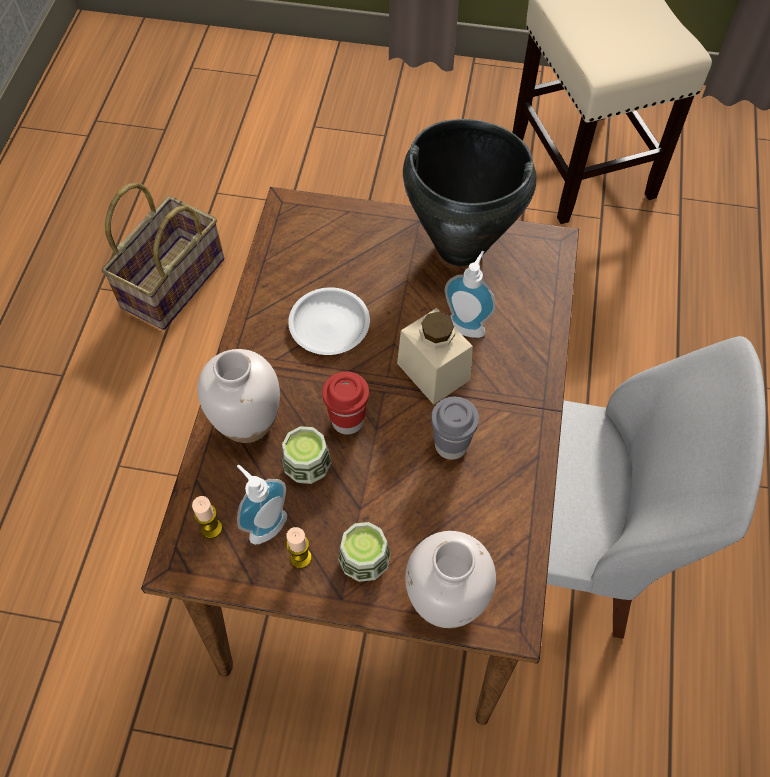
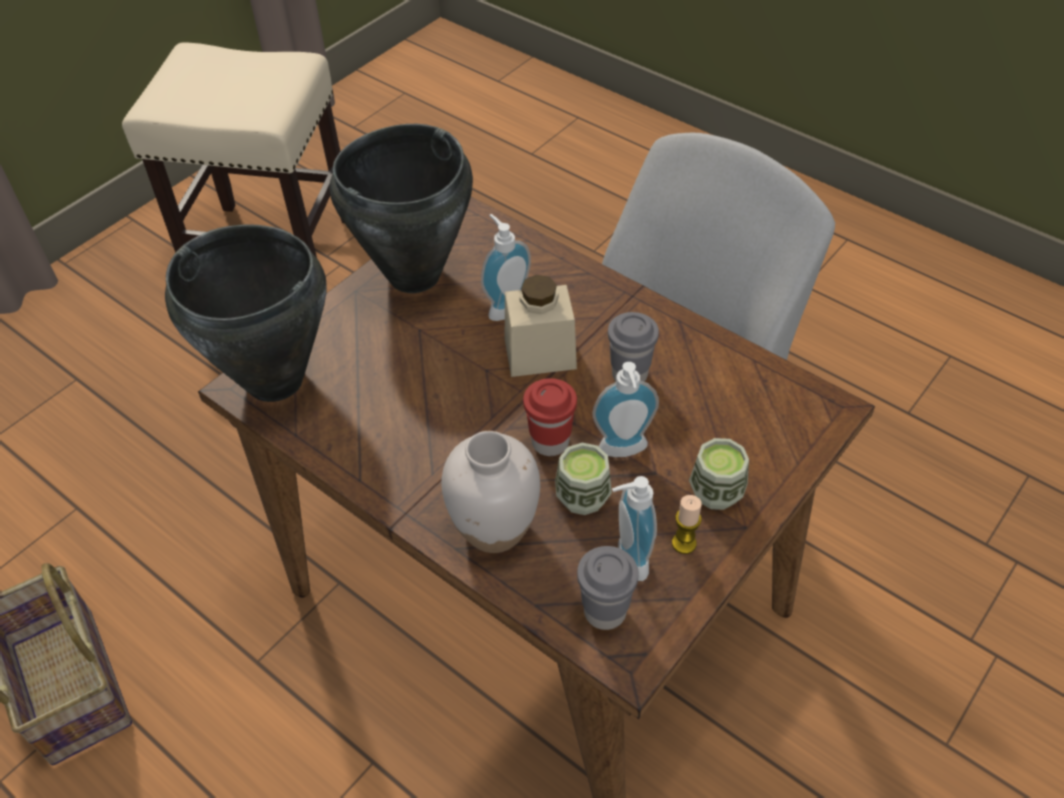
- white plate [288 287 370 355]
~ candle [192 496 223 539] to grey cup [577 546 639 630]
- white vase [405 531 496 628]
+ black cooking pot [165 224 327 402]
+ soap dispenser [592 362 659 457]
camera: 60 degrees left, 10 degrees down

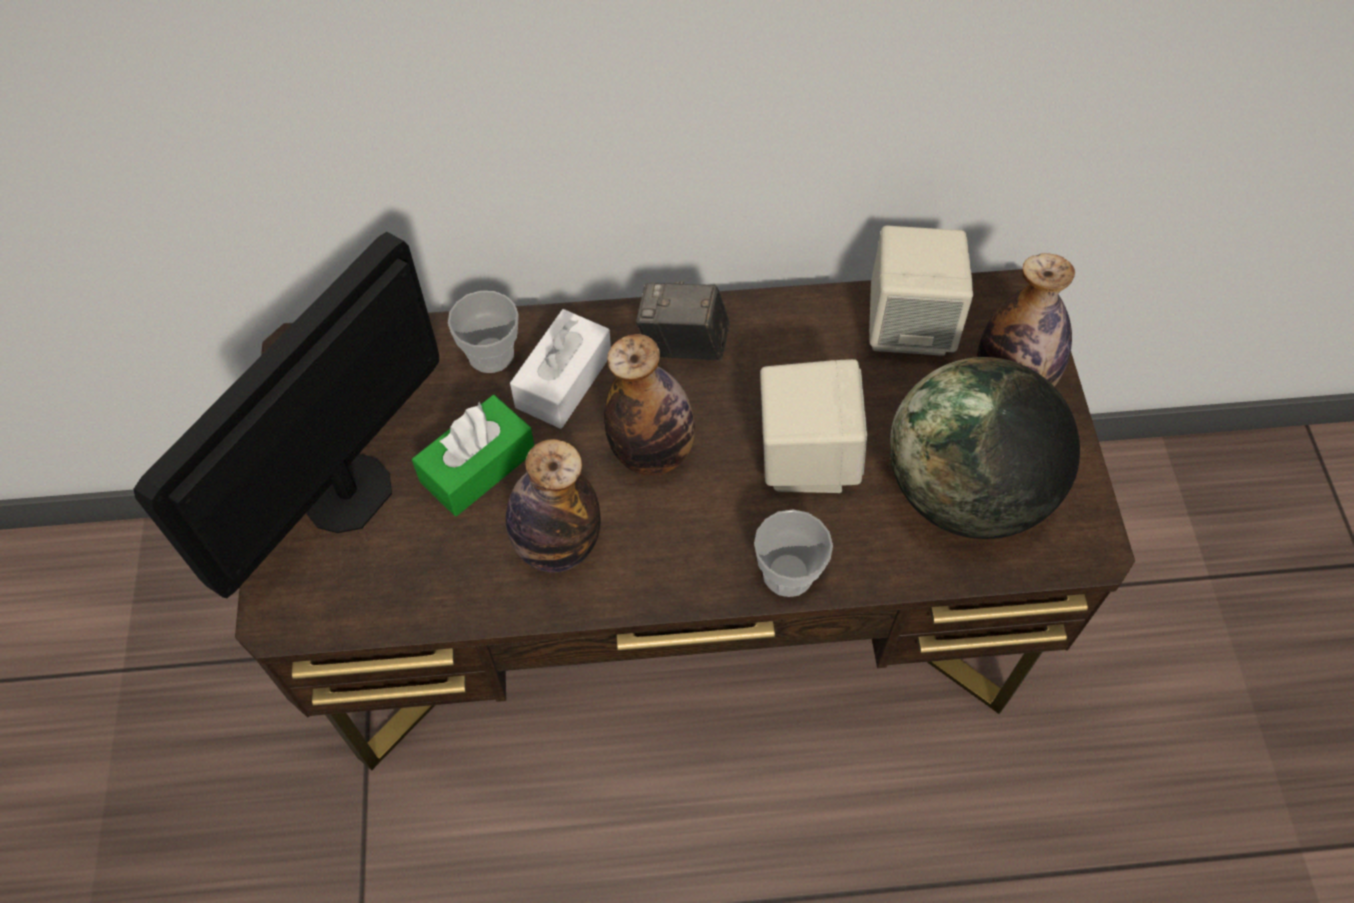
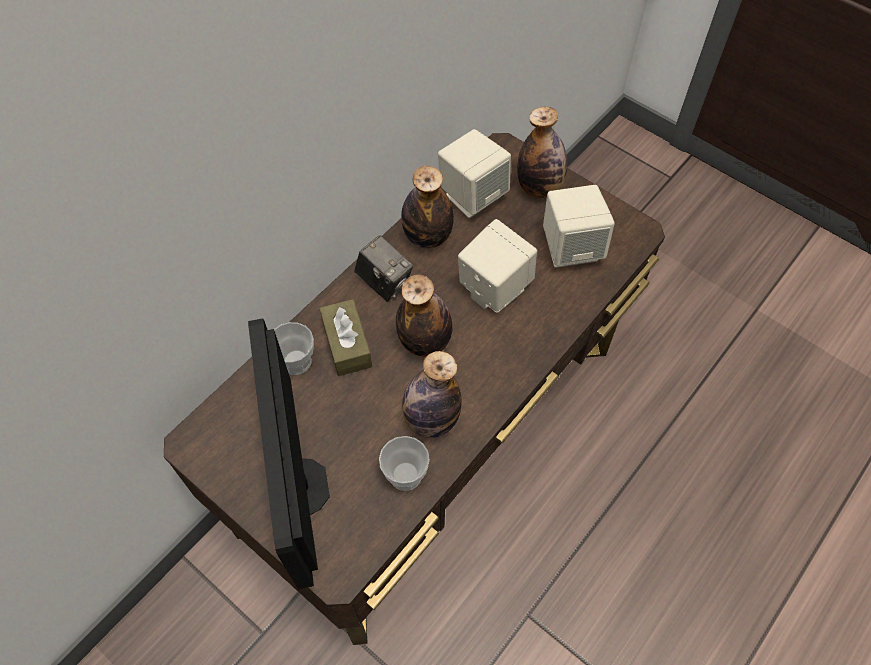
~ photo camera [636 280 730 361] = [354 235 413 302] 105 degrees counterclockwise
~ white tissue box [510 309 611 429] to brown tissue box [319 299 372 376]
~ globe [890 357 1080 539] to beige speaker [543 185 615 268]
- green tissue box [412 395 534 516]
~ cup [754 510 833 597] to [379 436 430 491]
+ bottle [401 166 454 249]
camera: 45 degrees left, 0 degrees up

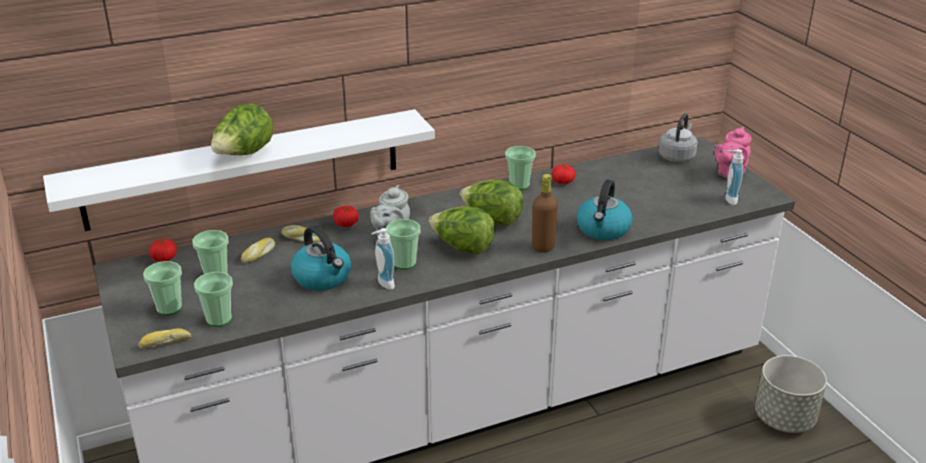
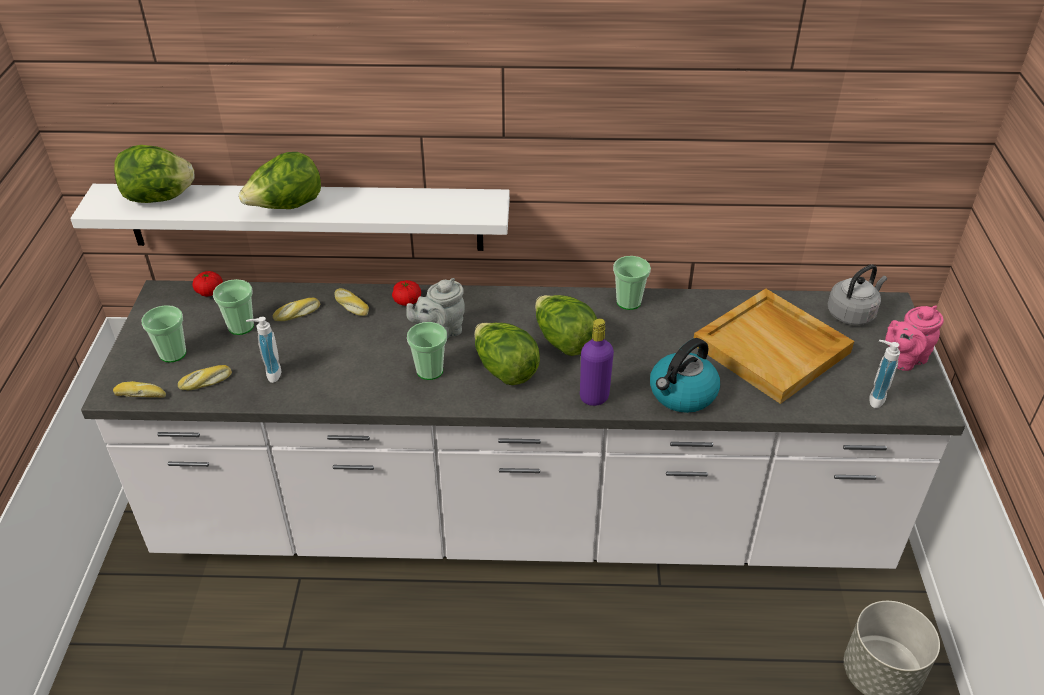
- tomato [552 164 575 184]
~ brown bottle [532 174 558 253] to purple bottle [580 318 614 406]
- kettle [291 225 351 290]
~ soap dispenser [371 228 395 289] to [246 317 282 383]
~ cup [194 272 233 327] to bread [178 365 232 390]
+ lettuce [114 145 195 203]
+ beige tray [694 288 854 404]
camera: 25 degrees right, 10 degrees up

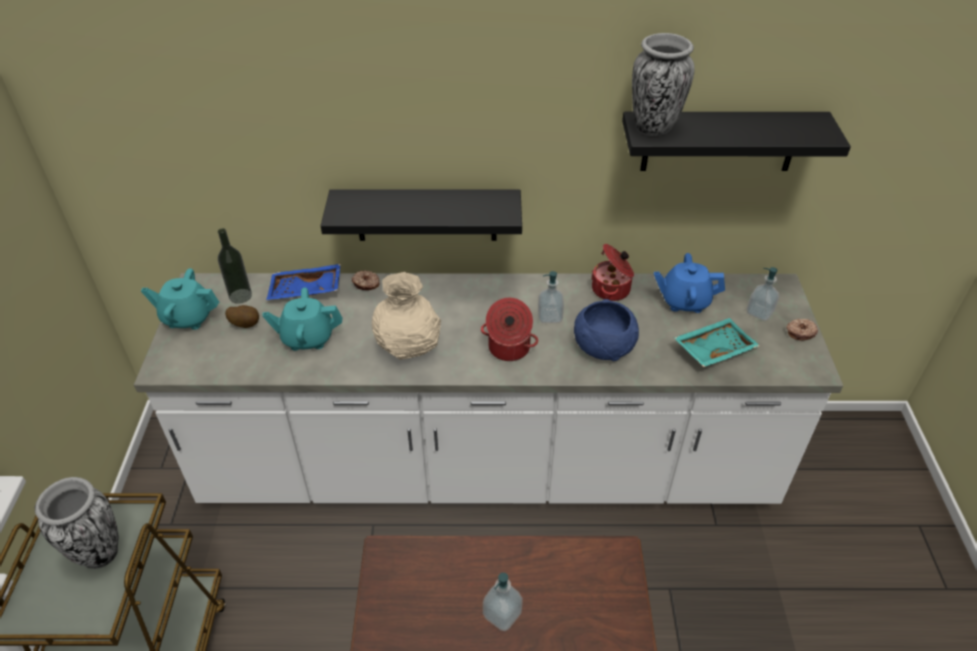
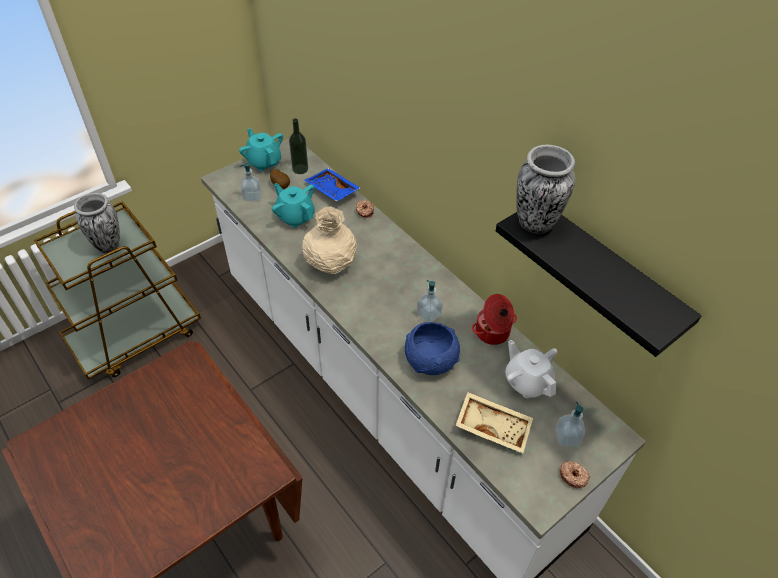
- black shelf [321 189 522 241]
~ blue teapot [654 253 725 313] to white teapot [505 340 557 398]
- cooking pot [481 298 538 361]
~ turquoise tray [674 318 760 367] to beige tray [455 392 533 454]
~ soap dispenser [483 573 523 631] to [240 163 261 201]
camera: 50 degrees right, 5 degrees up

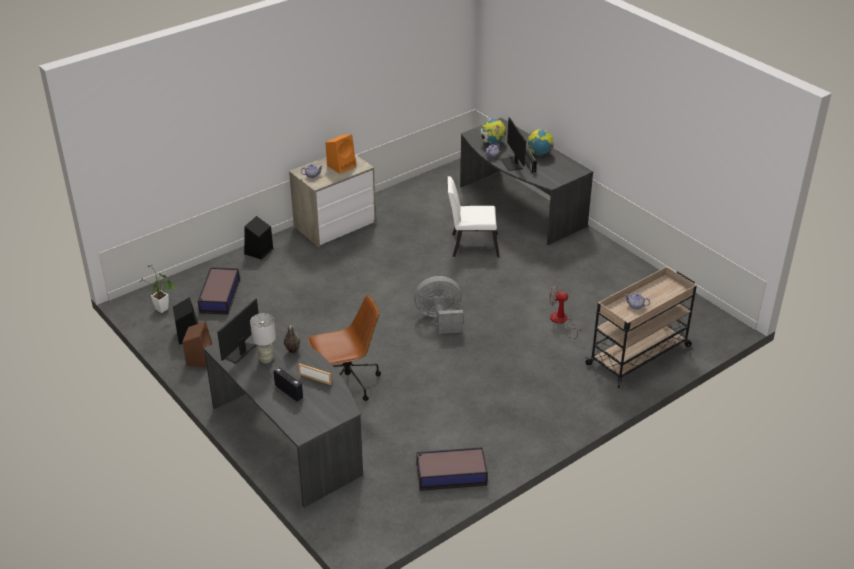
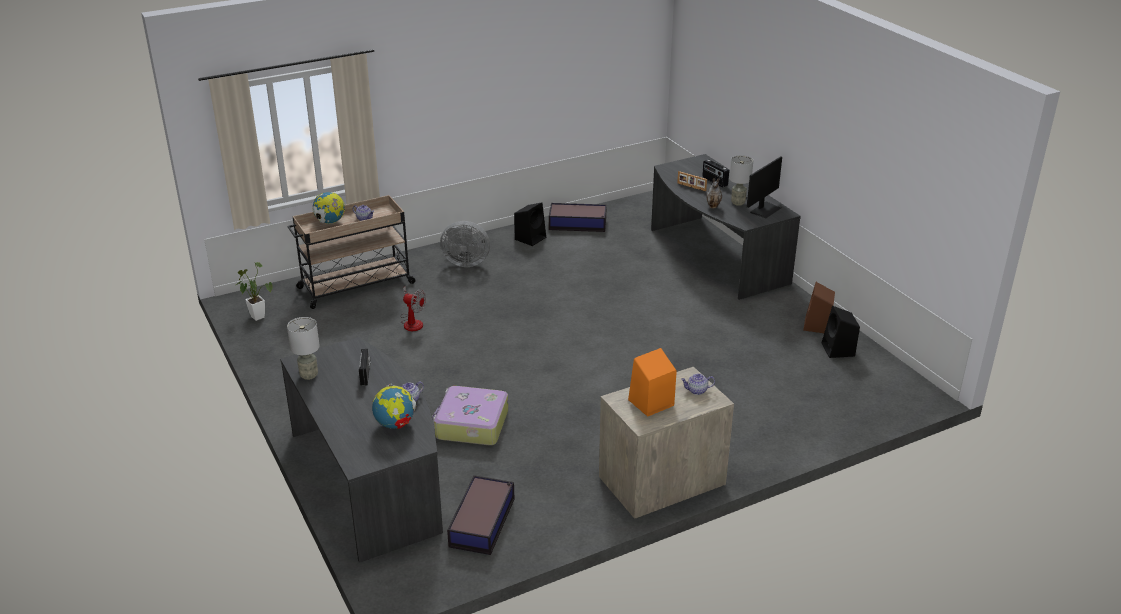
- monitor [501 117 526 171]
~ globe [528 129 554 155] to [313 192 345 224]
~ white chair [448 176 500 257] to suitcase [432 386 508 445]
~ black speaker [244 216 273 260] to [514 203 546 246]
~ potted plant [141 265 176 313] to [236 262 273 321]
~ storage box [198 267 240 315] to [447 475 514 555]
~ grey fan [414 276 463 334] to [440 221 490 267]
- brown office chair [308 294 381 401]
+ grey table lamp [287 317 320 380]
camera: 170 degrees left, 5 degrees down

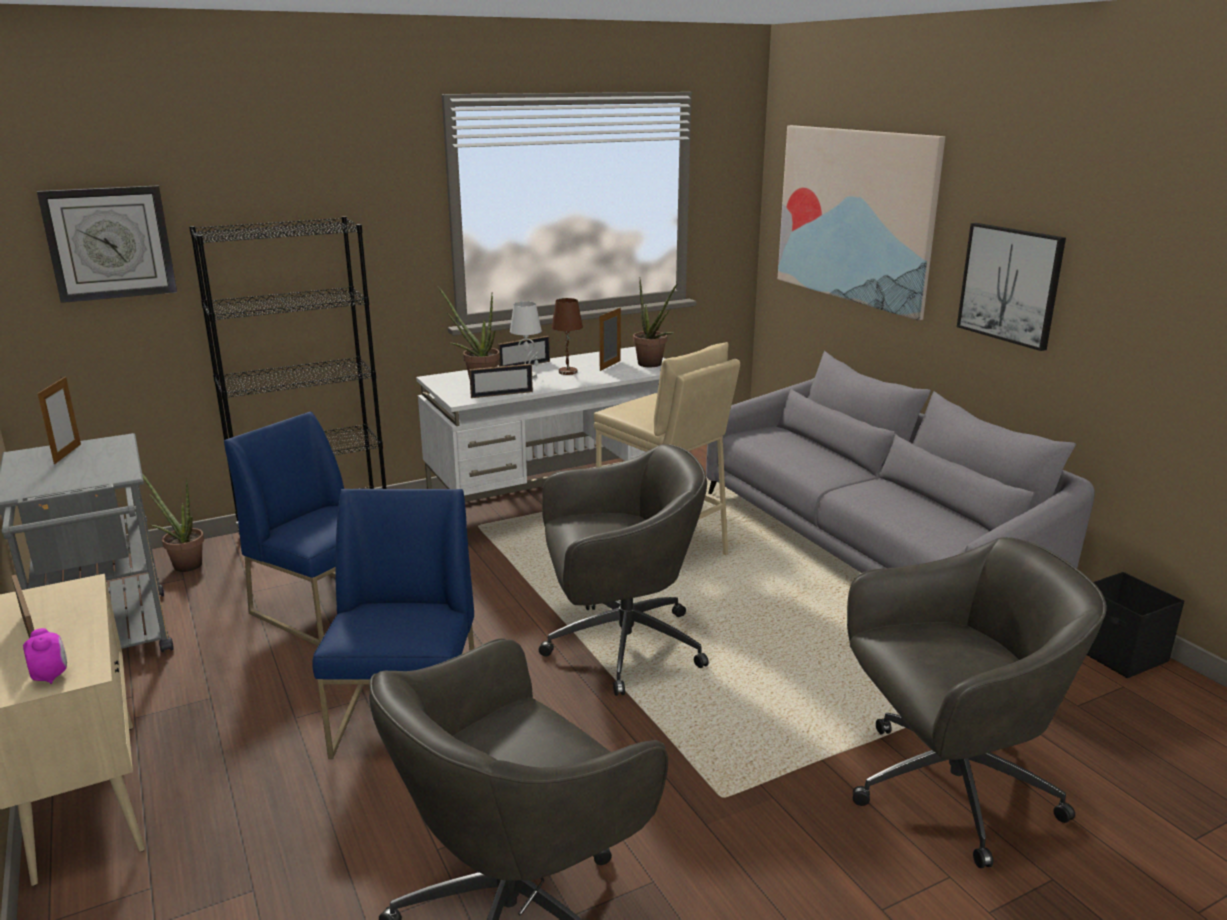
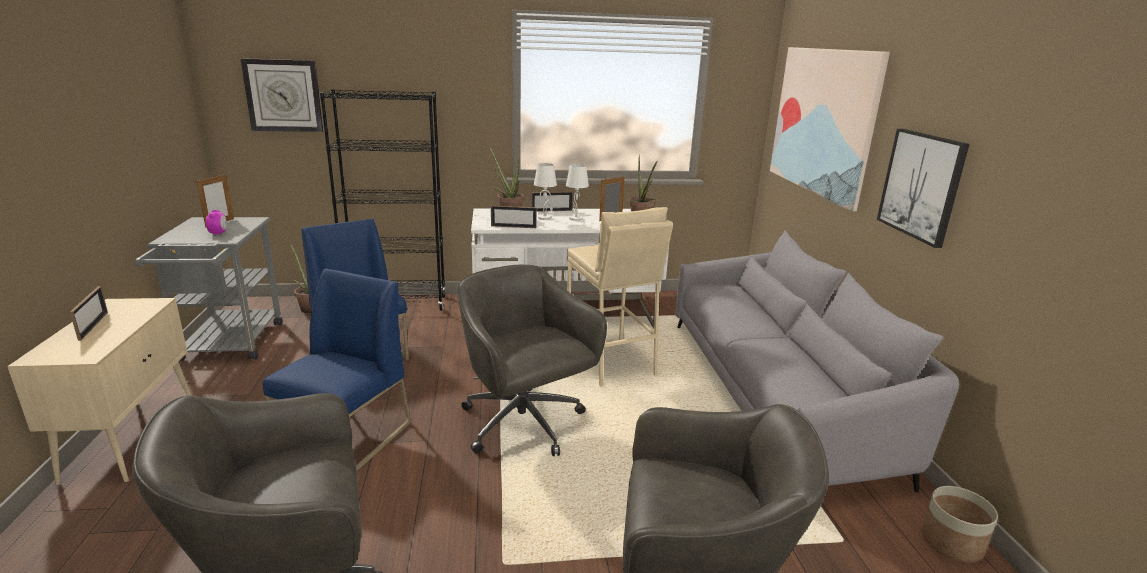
~ brown table lamp [552 298 583 375] to white table lamp [566 164 589 221]
~ grey office chair [539 444 709 696] = [457 265 607 456] 135 degrees counterclockwise
~ black storage box [1087 572 1184 678] to planter [921 486 998 563]
~ alarm clock [23 628 67 684] to [206 210 227 235]
camera: 20 degrees right, 0 degrees up

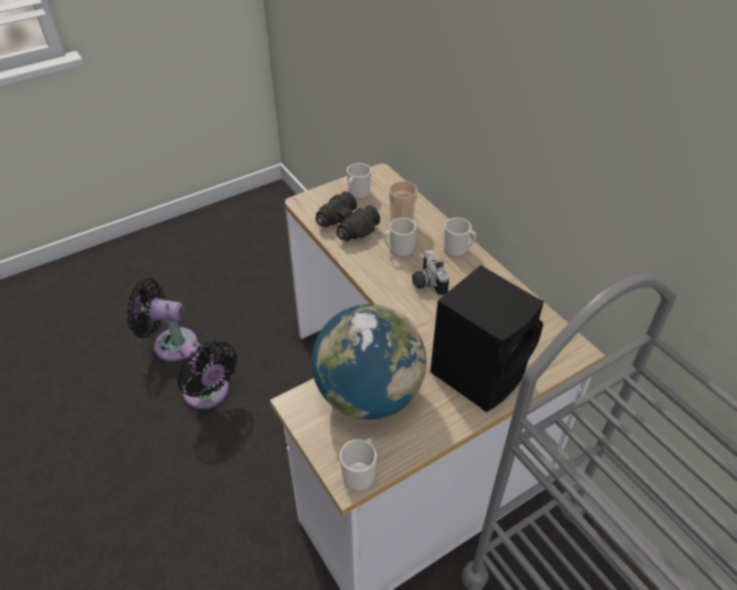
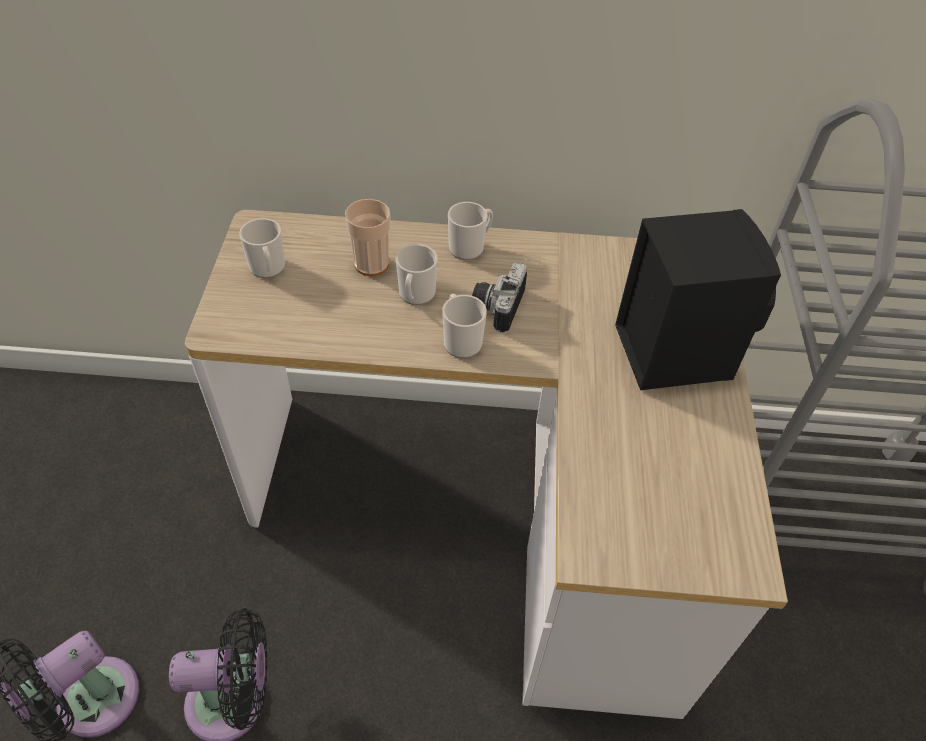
- black binoculars [315 191 380 241]
~ photo camera [412 249 449 296] = [472 263 527 333] 90 degrees clockwise
- globe [312 304 426 420]
~ mug [340 438 377 491] to [442 294 487 358]
camera: 55 degrees left, 5 degrees up

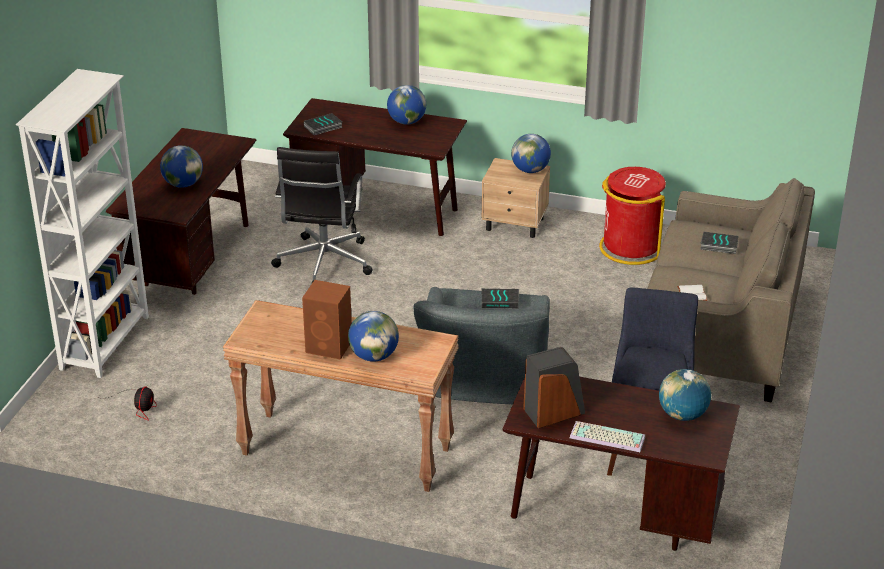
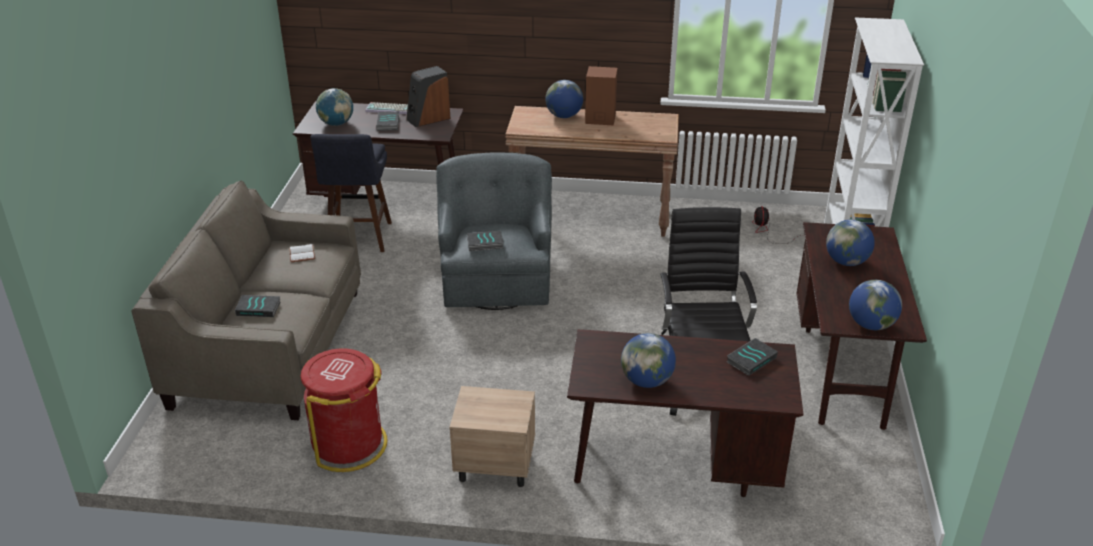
~ globe [511 134 551 173] to [849 280 902 330]
+ book [376 111 399 131]
camera: 170 degrees right, 0 degrees up

